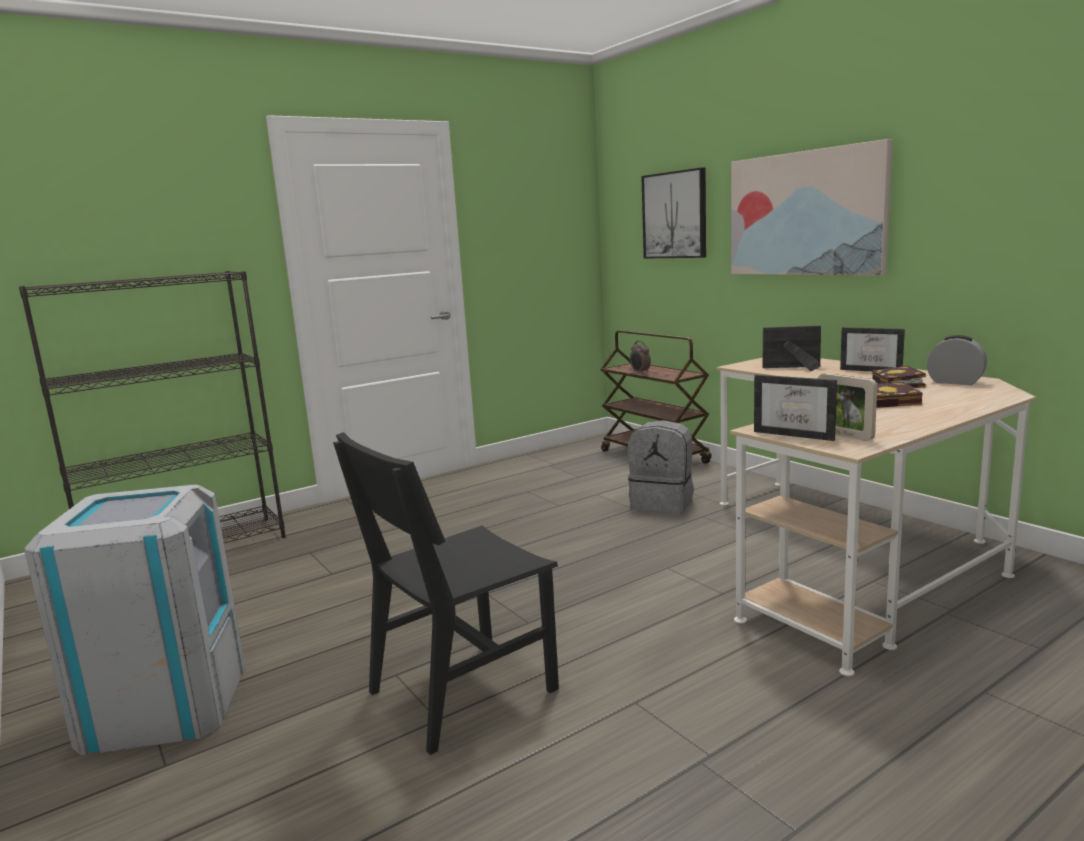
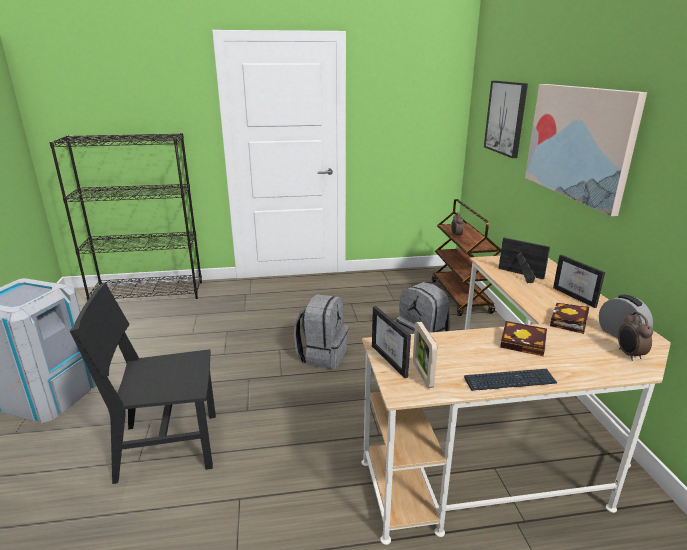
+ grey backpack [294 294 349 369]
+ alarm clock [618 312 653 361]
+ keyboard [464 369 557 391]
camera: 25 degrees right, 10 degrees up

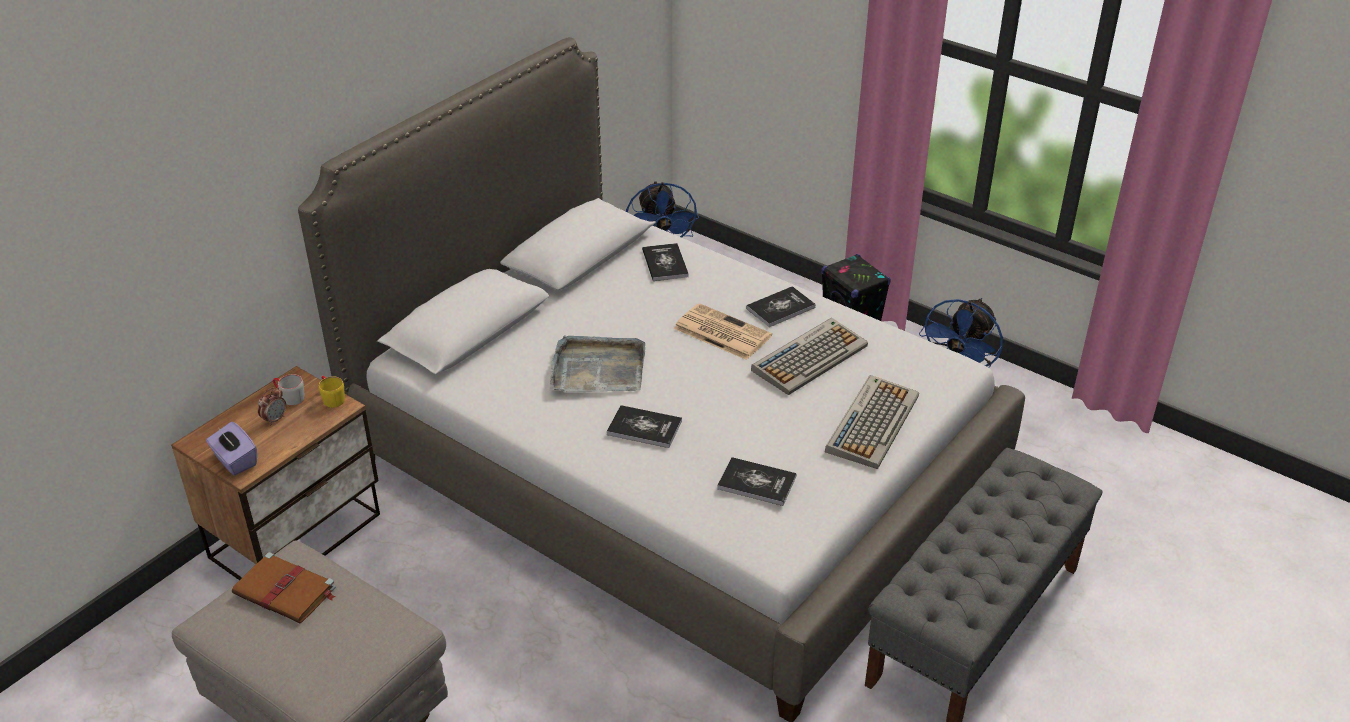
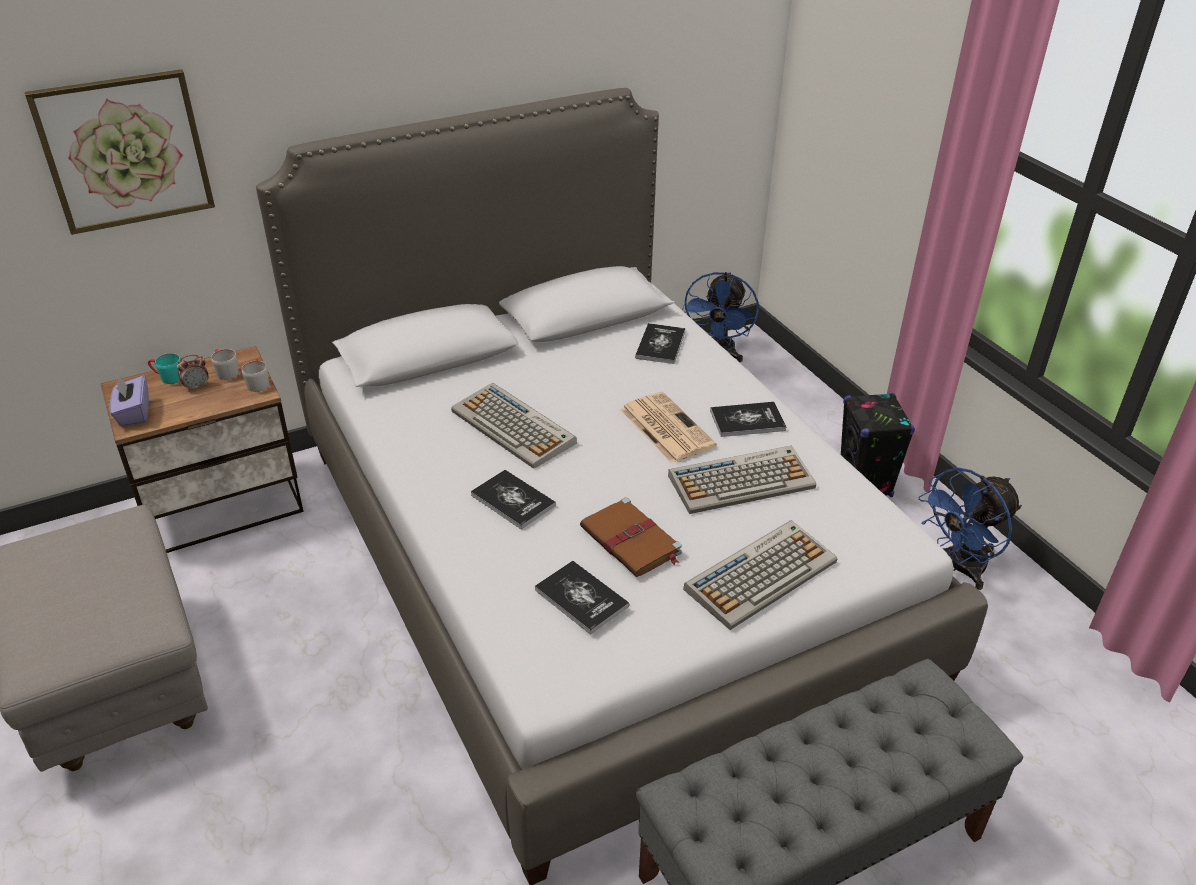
~ grey tray [550 335 645 392] to keyboard [451 383 577 469]
~ yellow mug [319 376 345 408] to grey mug [242 359 269 392]
~ brown book [232 552 336 624] to [580 497 682 577]
+ picture [25 69 215 235]
+ turquoise mug [148 353 181 384]
camera: 25 degrees right, 0 degrees up

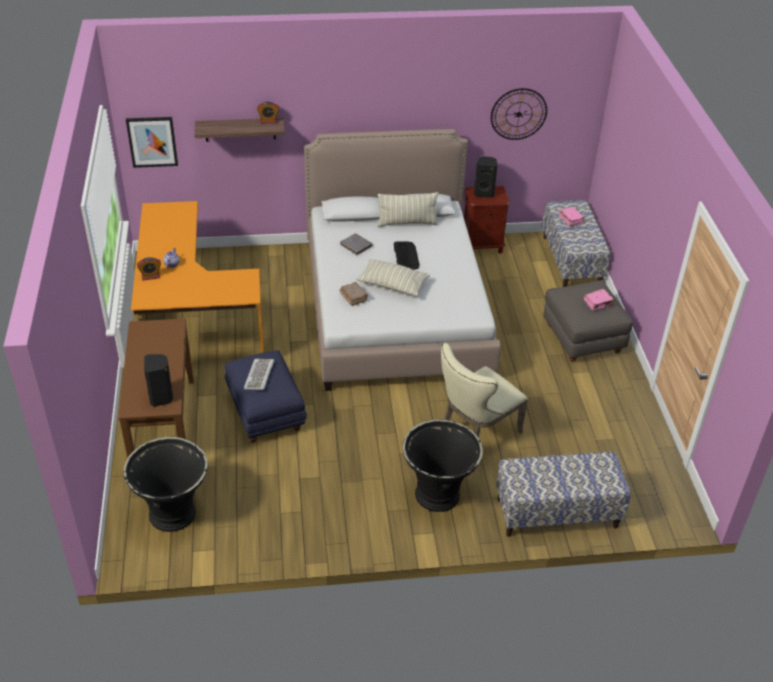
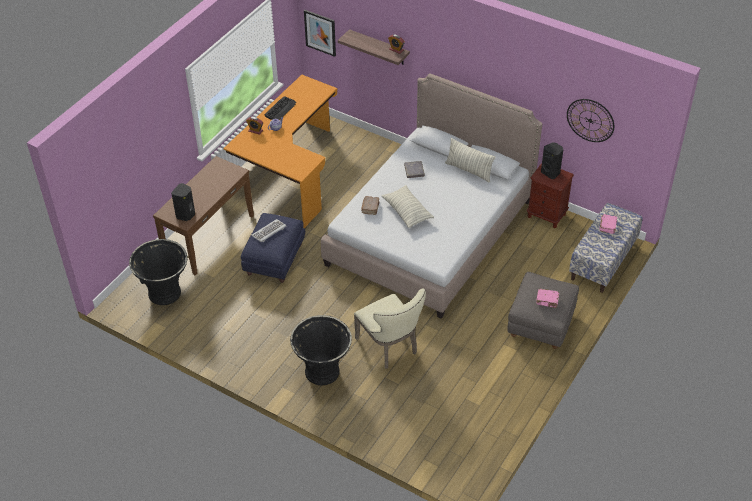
~ keyboard [394 241 419 270] to [265 97 296 120]
~ beige chair [441 343 528 438] = [354 288 426 369] 120 degrees counterclockwise
- bench [496 452 631 537]
camera: 40 degrees right, 5 degrees up

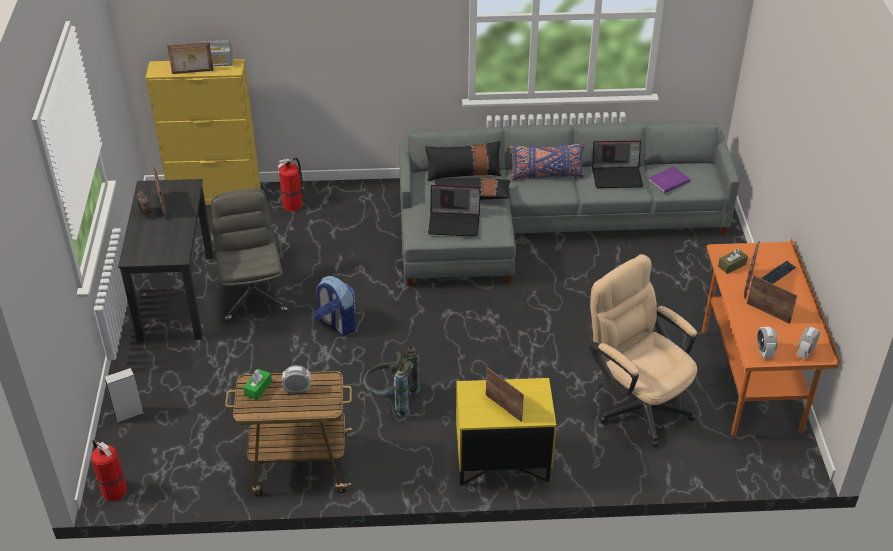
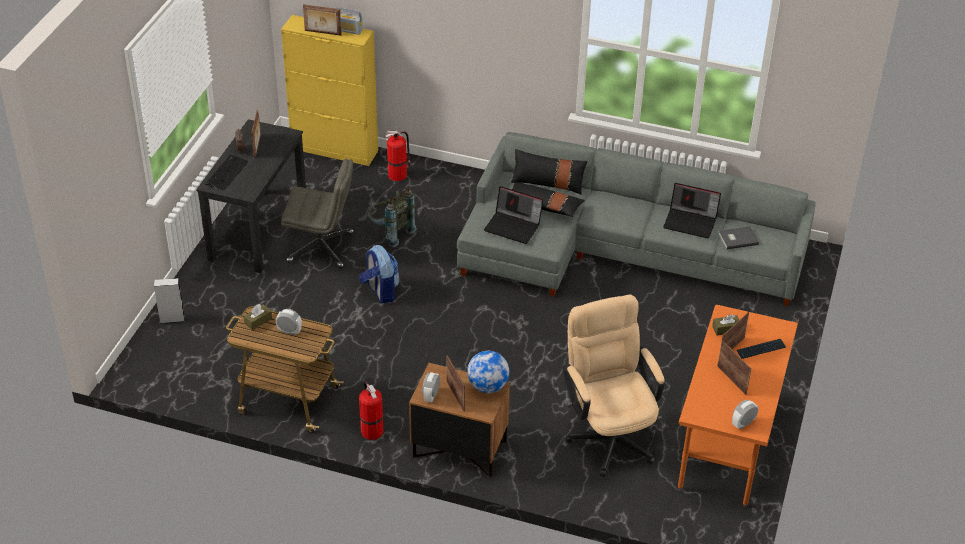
- blue pillow [510 142 585 180]
~ purple book [648 167 690 193] to grey book [718 226 759 249]
~ grey office chair [211 188 288 322] = [281 159 354 268] 90 degrees clockwise
~ alarm clock [757 327 777 359] to [422 372 440 403]
~ grey backpack [363 346 420 417] to [368 188 417 247]
~ green tissue box [243 369 272 400] to brown tissue box [244 304 272 330]
~ yellow nightstand [456 378 556 485] to brown nightstand [409 363 510 477]
~ fire extinguisher [91 440 127 501] to [359 381 383 440]
+ keyboard [205 155 249 190]
+ globe [467 351 509 393]
camera: 20 degrees right, 0 degrees up

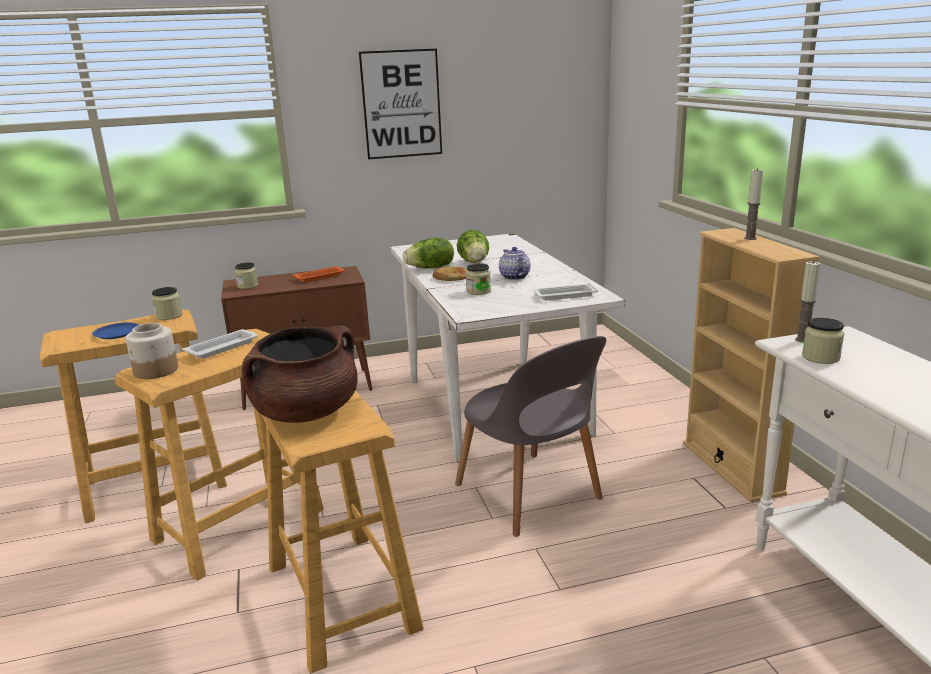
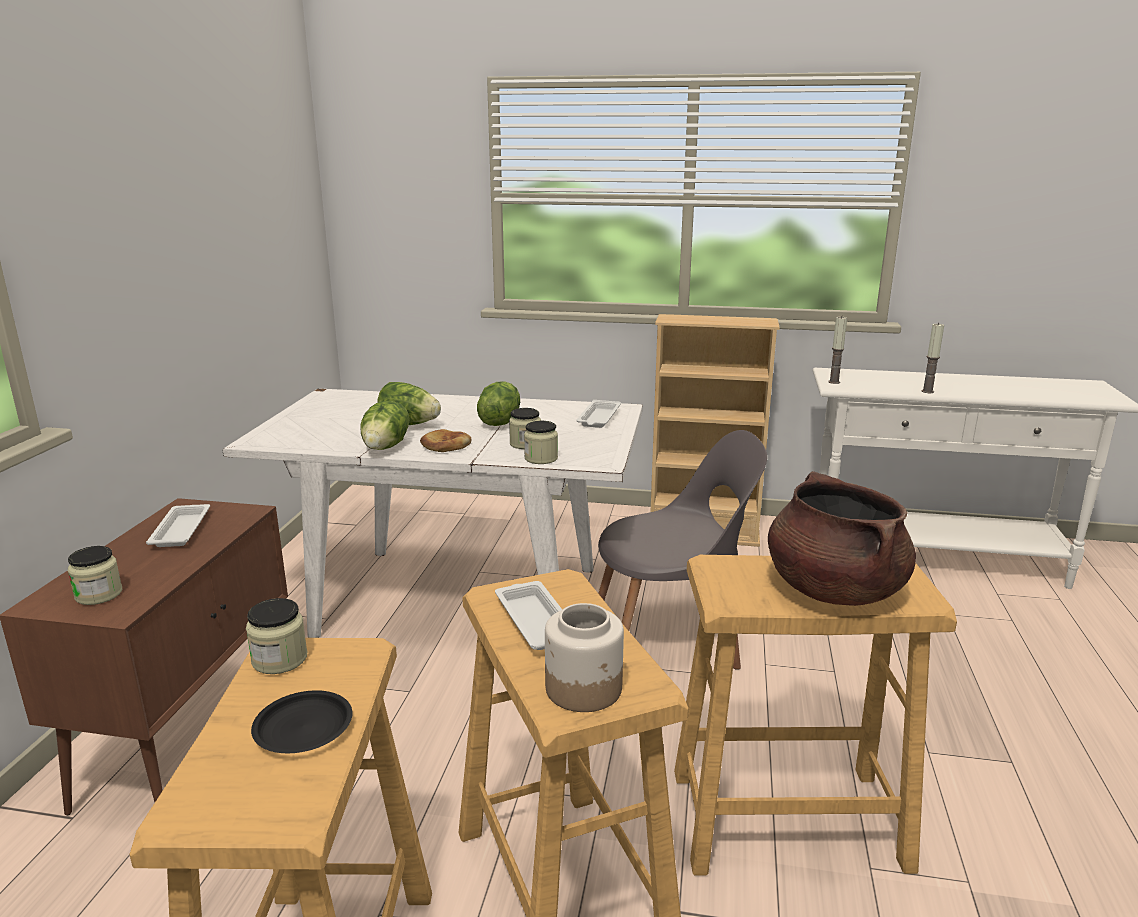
- picture [359 49 442 159]
~ candle [744 168 763 240] to [922 323 944 393]
~ teapot [499 247 531 280] to lettuce [477 381 520 426]
~ orange tray [293 266 345 282] to white tray [146 504 210 547]
~ jar [802 318 844 364] to [524 421 558 464]
~ blue plate [92 322 139 339] to black plate [251 690 352 753]
camera: 65 degrees left, 0 degrees up

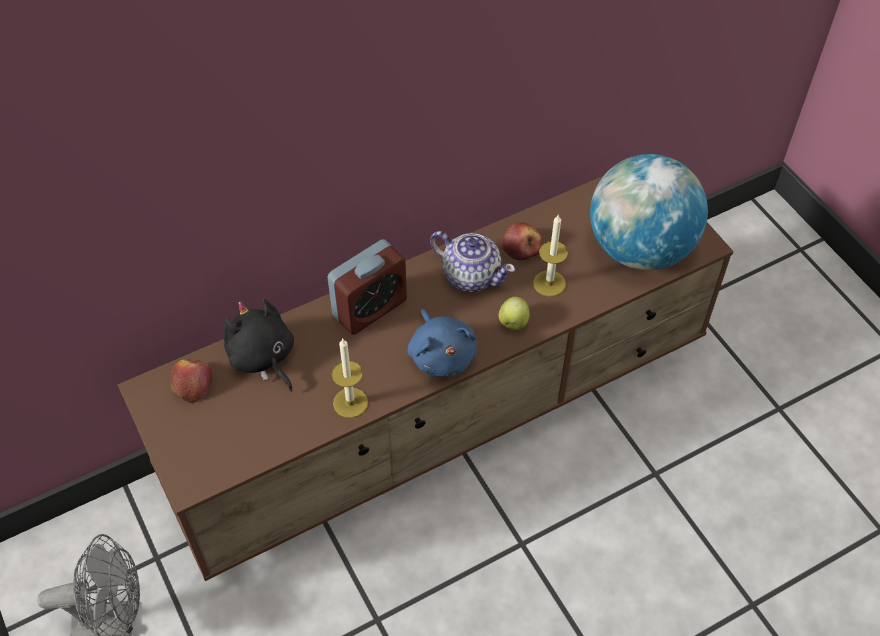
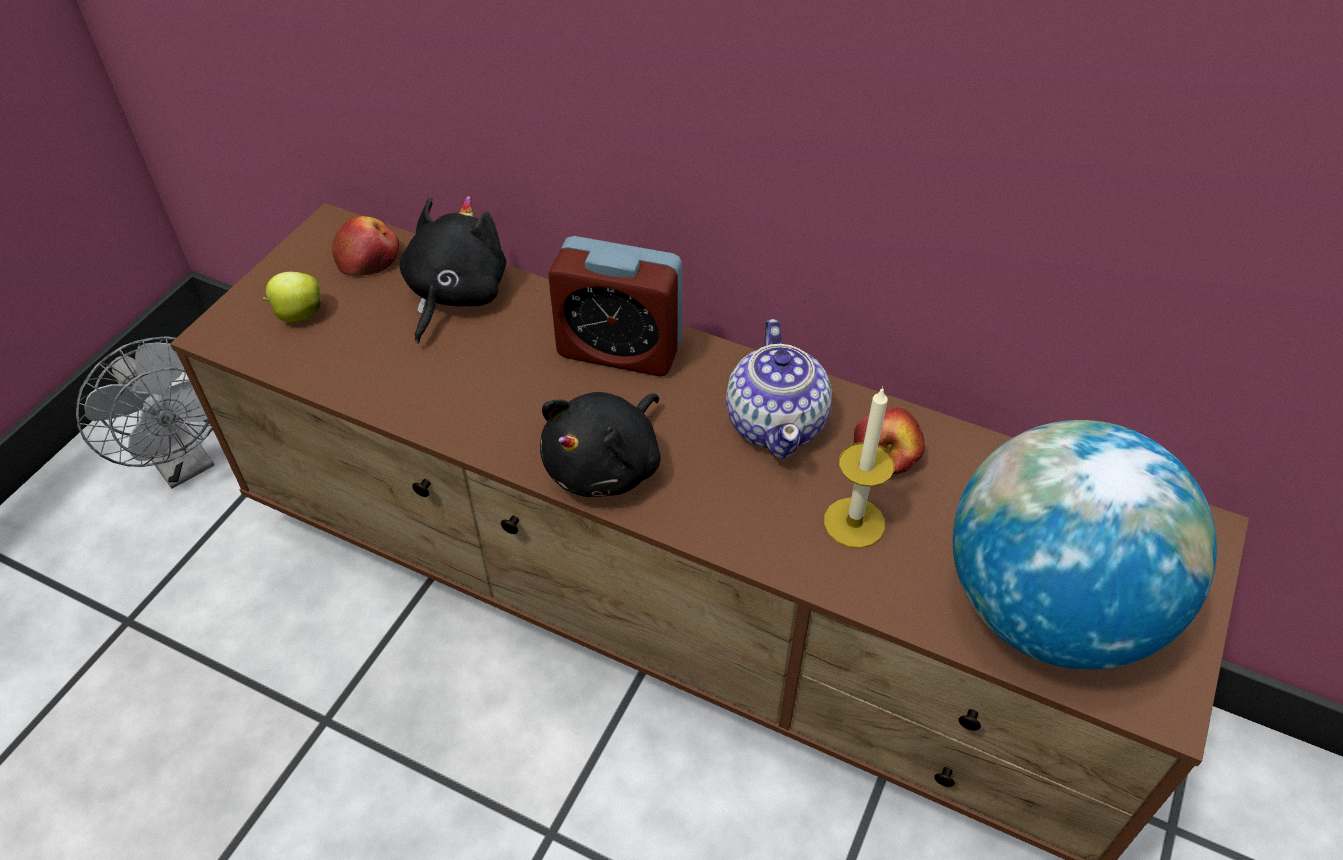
~ apple [499 297 530 330] to [262 272 321 322]
~ blue plush toy [408 308 477 377] to black plush toy [540 392 660 497]
- candle [332 338 368 418]
camera: 55 degrees right, 5 degrees down

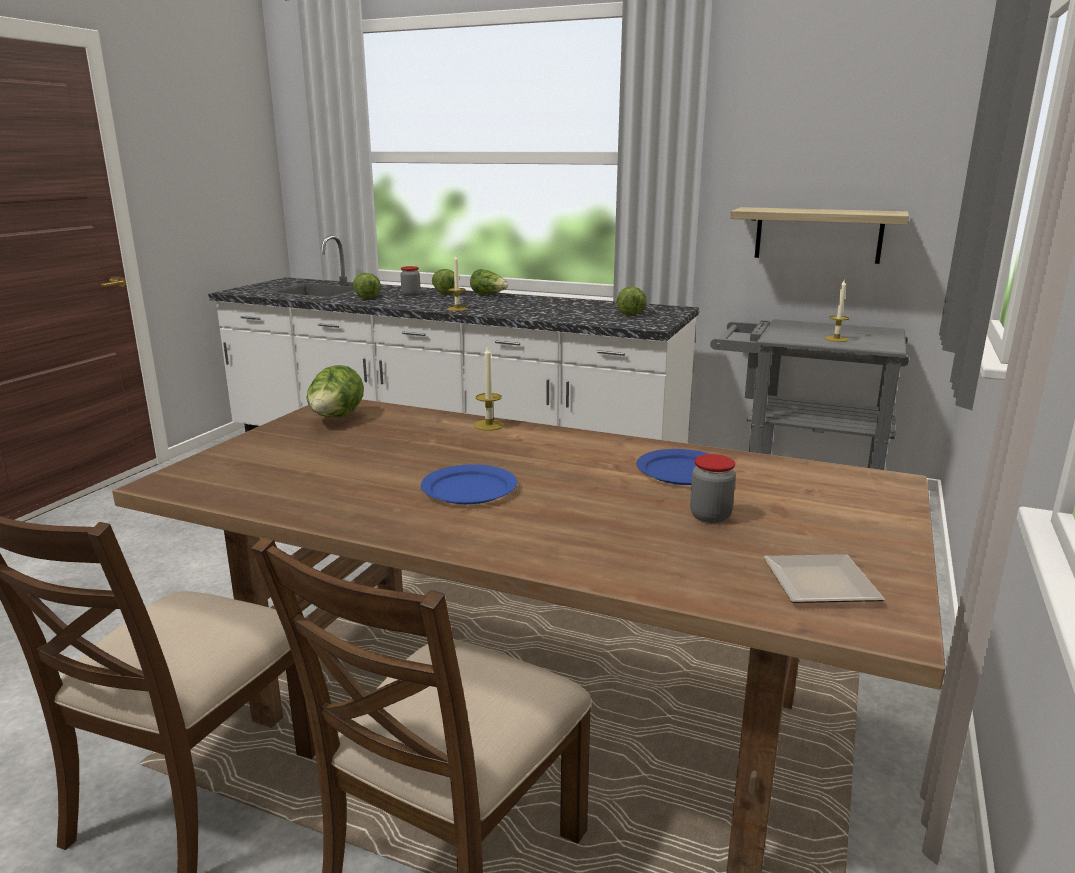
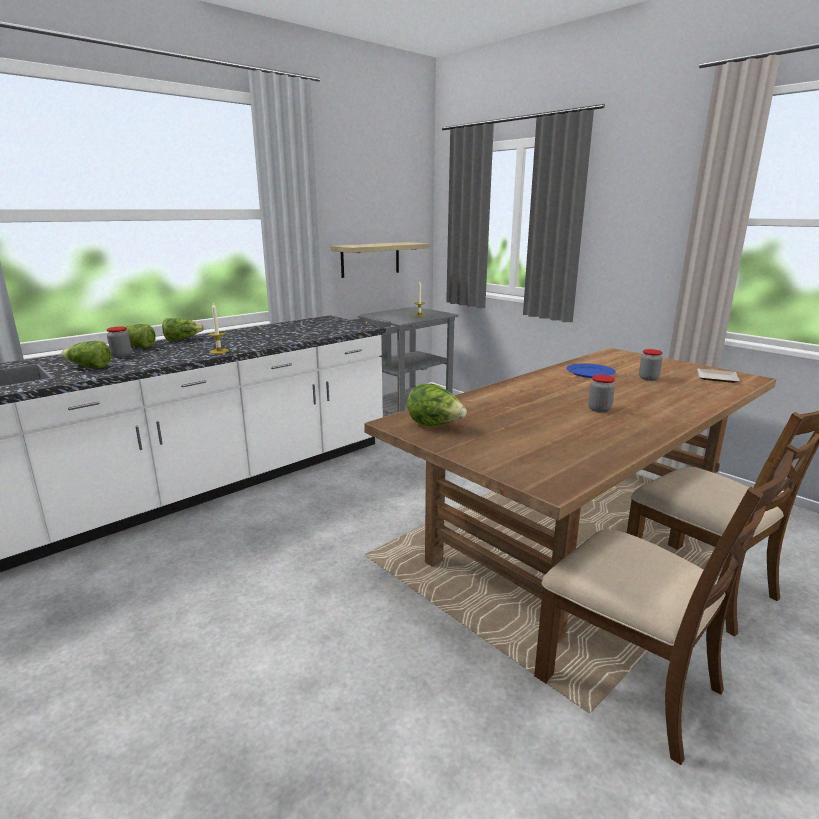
- lettuce [617 286 647 315]
- candle [474 345 504 430]
~ blue plate [421 464 517 504] to jar [588 375 615 412]
camera: 65 degrees left, 0 degrees up

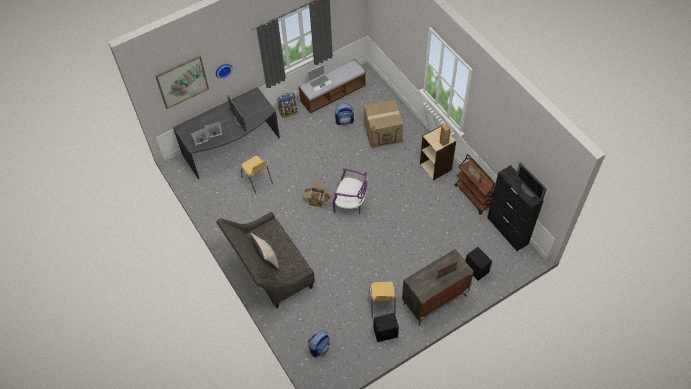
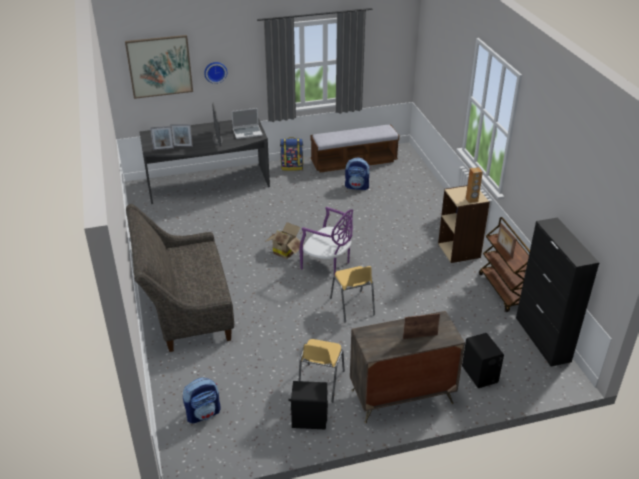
~ laptop [307 64 333 92] to [231 108 263 139]
- cardboard box [364 100 403 148]
~ yellow chair [241 156 273 194] to [330 266 375 322]
- monitor [516 162 547 202]
- beige pillow [250 233 279 270]
camera: 15 degrees right, 20 degrees down

